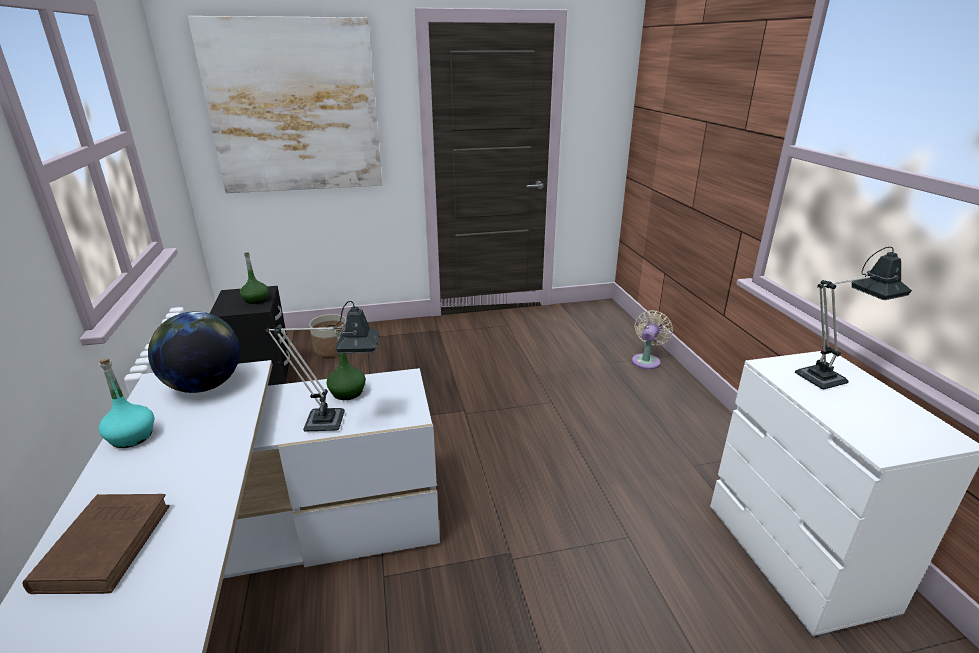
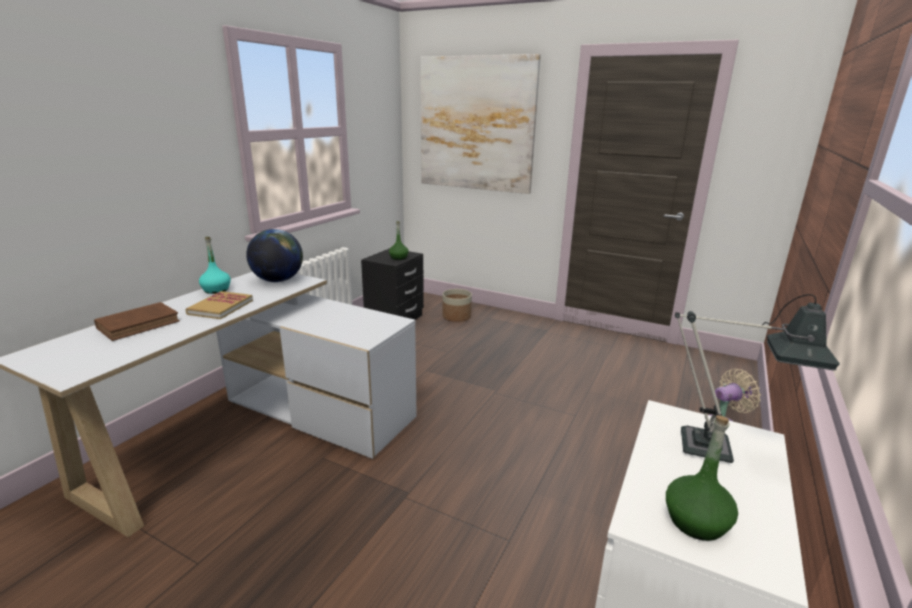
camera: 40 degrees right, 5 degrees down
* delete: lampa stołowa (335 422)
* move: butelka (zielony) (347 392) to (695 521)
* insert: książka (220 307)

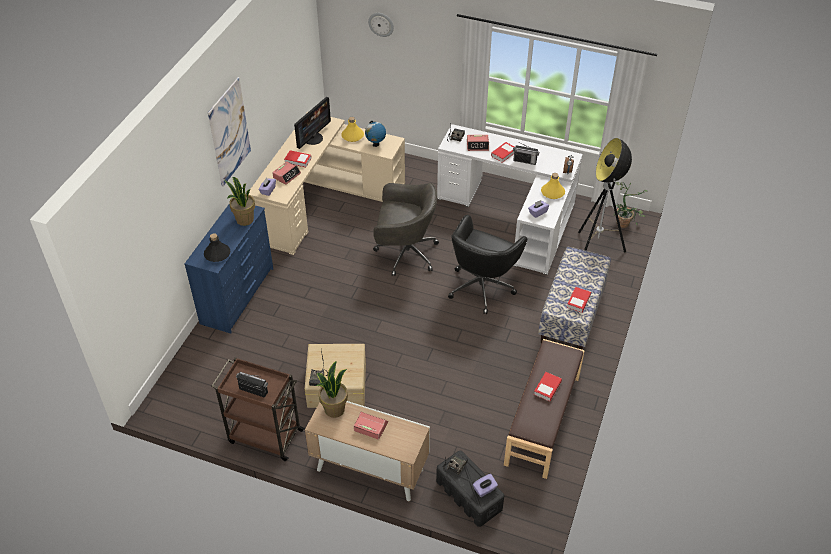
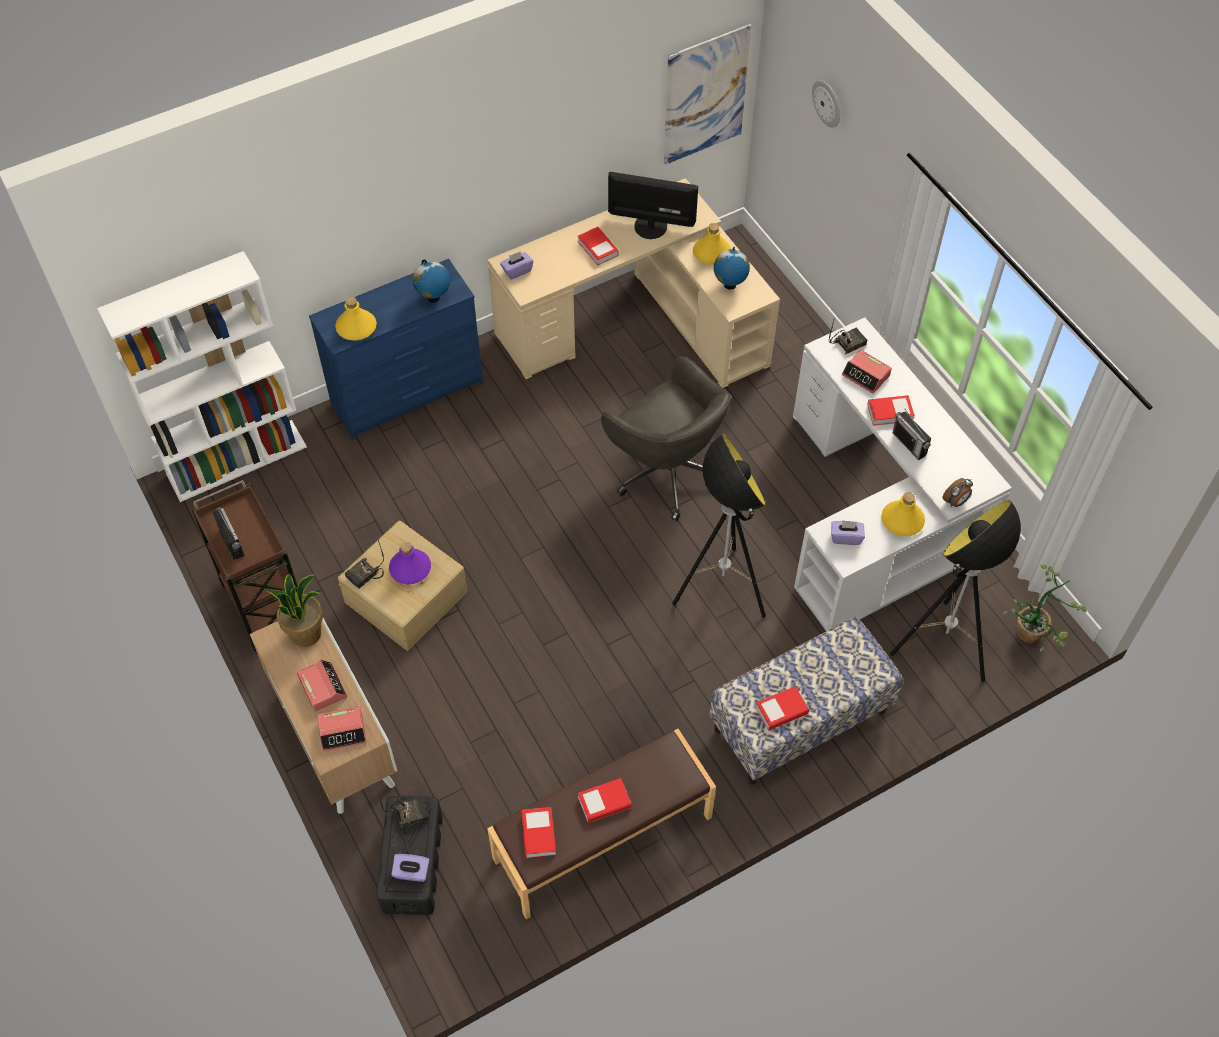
camera: 40 degrees right, 10 degrees up
* recolor: butelka (czarny) (217 254) to butelka (żółty) (356 327)
* move: obraz (229 132) to (705 95)
* replace: roślina doniczkowa (244 220) to globus (433 298)
* move: budzik (287 175) to (343 731)
* rotate: monitor (313 138) = (650 225) 150 degrees counterclockwise
* replace: krzesło biurowe (czarny) (482 286) to lampa stojąca (720 590)
* insert: regał (biały) (237 460)
* insert: butelka (fioletowy) (410 568)
* insert: książka (538 834)

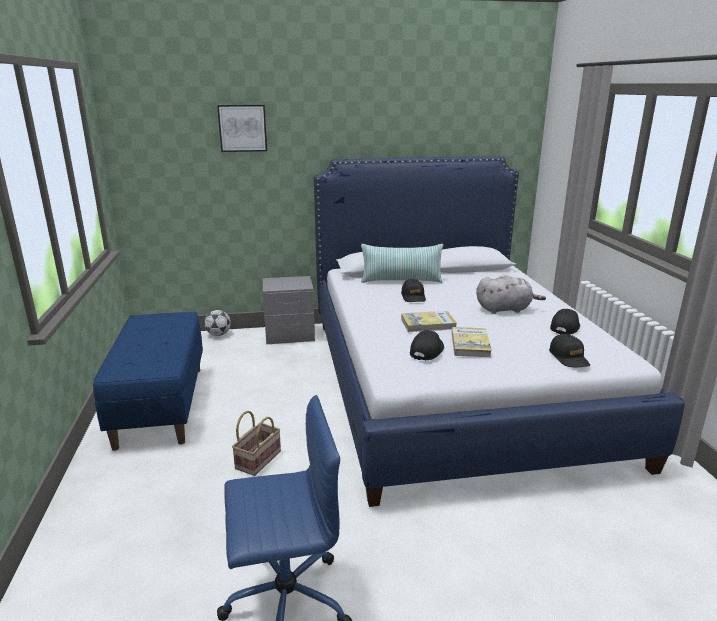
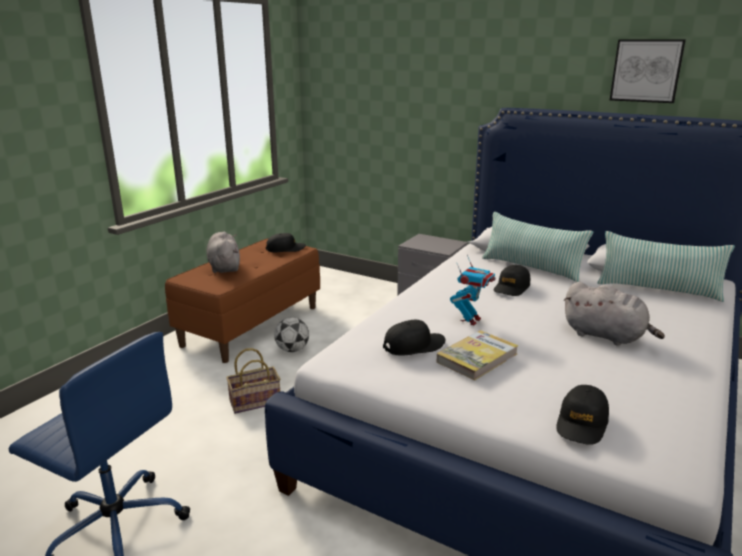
camera: 40 degrees right, 0 degrees up
* recolor: ławka (niebieski) (160 404) to ławka (brązowy) (251 325)
* move: piłka futbolowa (218 334) to (292 350)
* move: obraz (242 128) to (646 70)
* replace: książka (428 324) to robot zabawkowy (470 320)
* move: czapka z daszkiem (czarny) (565 327) to (285 249)
* insert: pluszak (szary) (224 267)
* insert: poduszka (658 289)

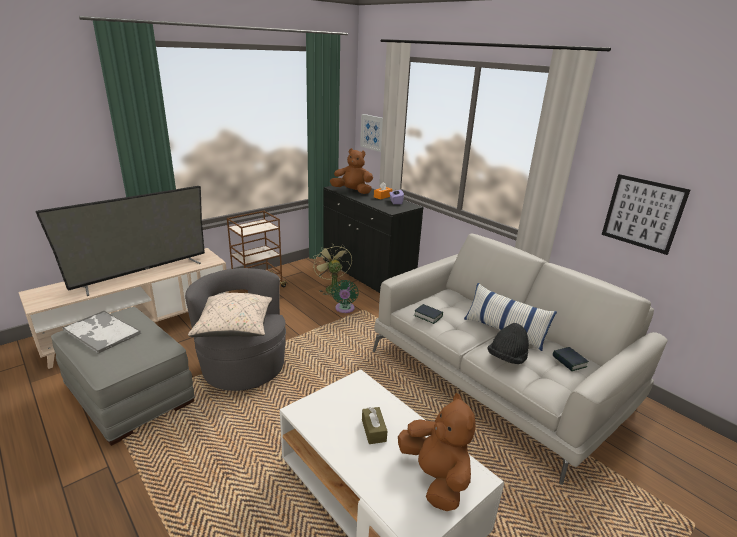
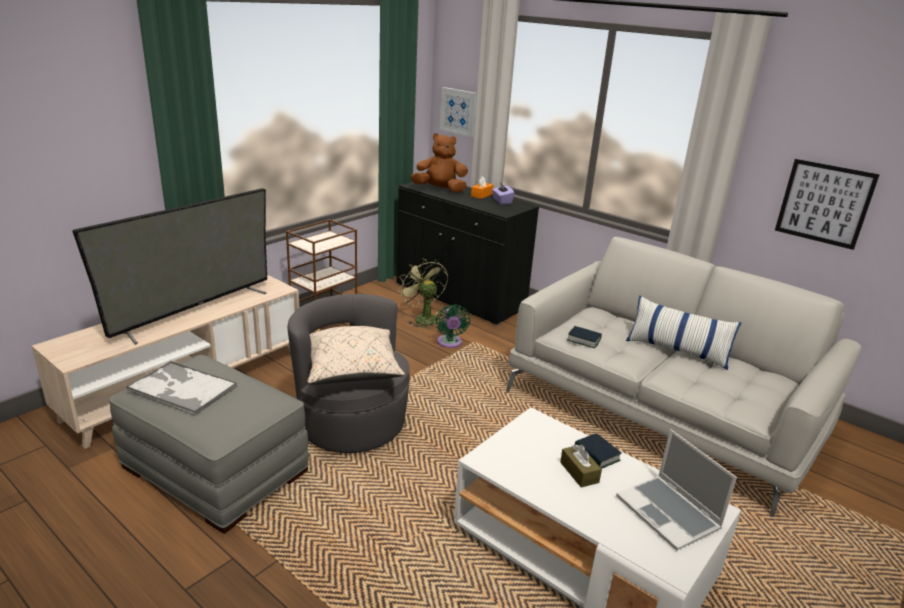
camera: 10 degrees left, 0 degrees up
* replace: pluszak (brązowy) (435 477) to laptop (669 514)
* delete: kapelusz (czarny) (507 358)
* move: książka (569 361) to (596 455)

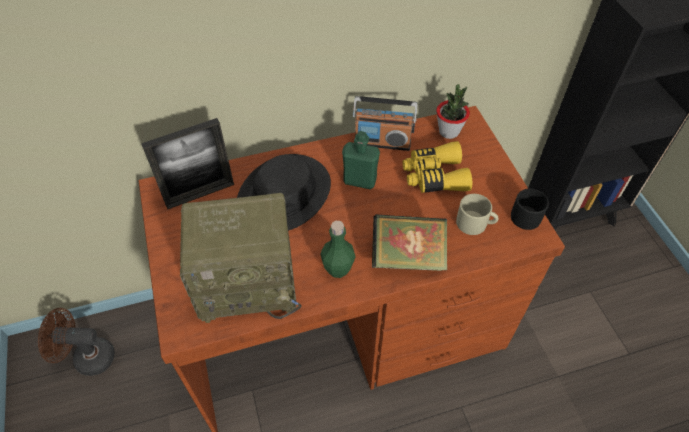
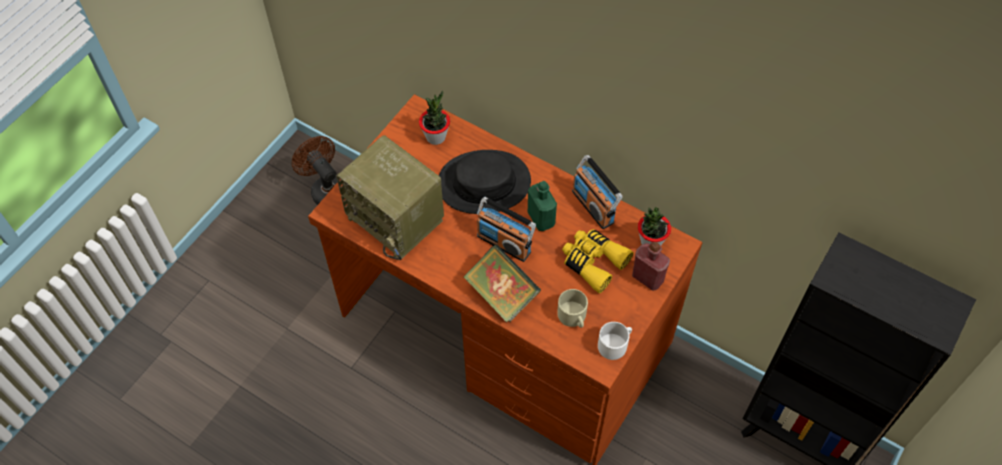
camera: 50 degrees right, 5 degrees up
* replace: ramka na zdjęcie (200 194) to roślina doniczkowa (436 137)
* delete: butelka (zielony) (338 269)
* recolor: kubek (czarny) (525 214) to kubek (biały) (615 344)
* insert: radio (504 243)
* insert: butelka (czerwony) (647 278)

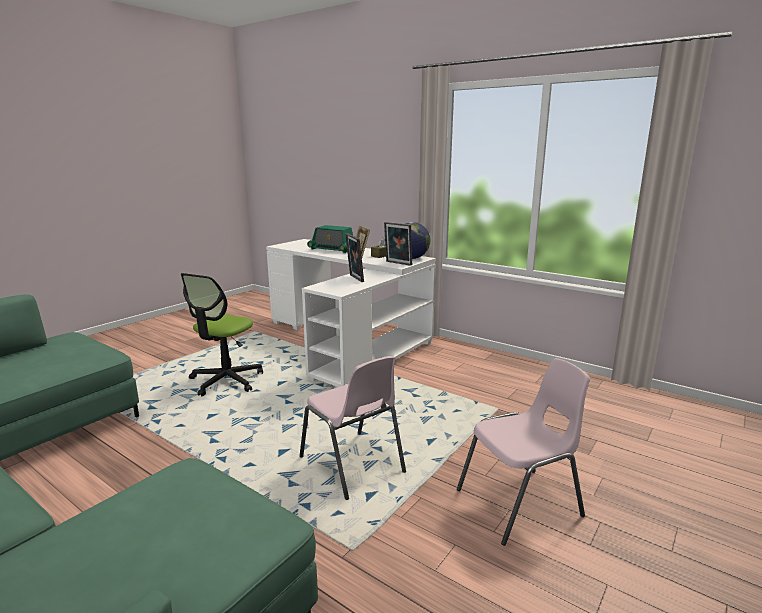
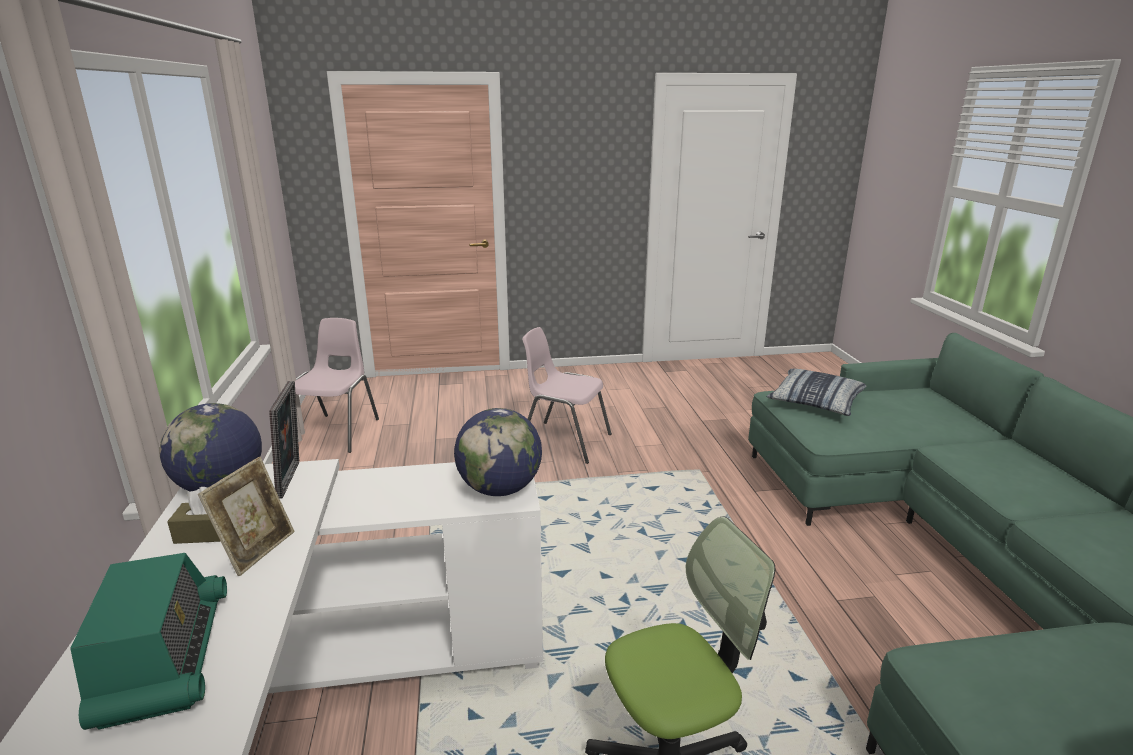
camera: 135 degrees left, 5 degrees up
* move: krzesło (różowy) (353 465) to (337 432)
* delete: ramka na zdjęcie (354 278)
* insert: globus (500 489)
* insert: poduszka (815 402)

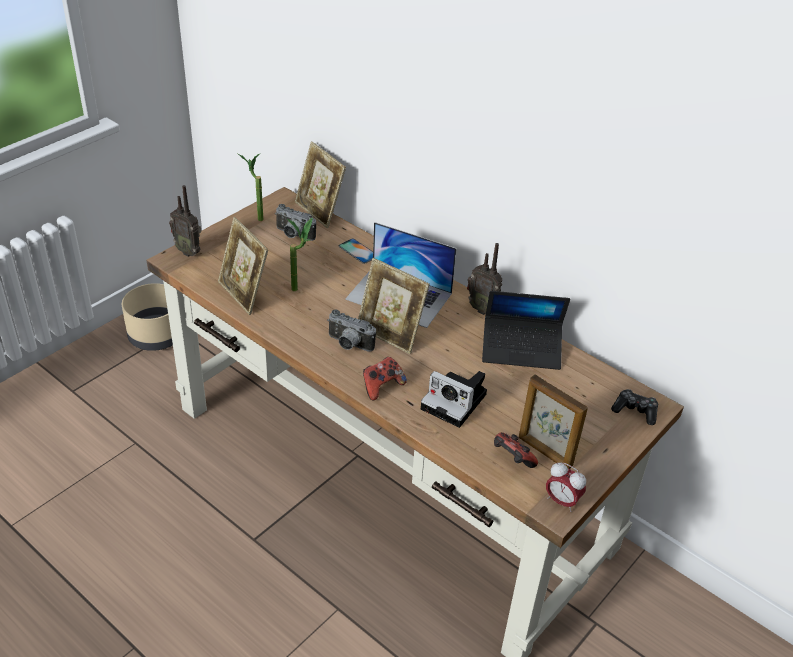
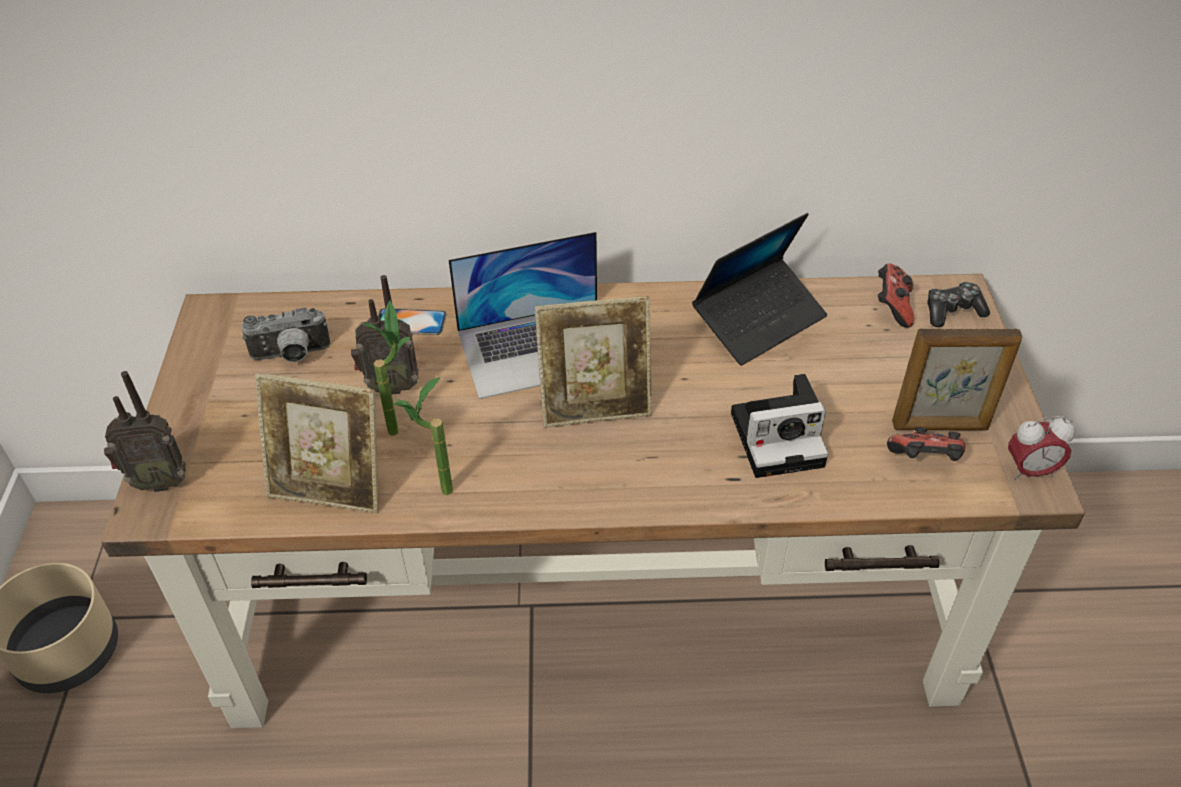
camera: 40 degrees left, 5 degrees up
* move: roślina doniczkowa (255 218) to (435 494)
* delete: ramka na zdjęcie (319 212)
* delete: aparat fotograficzny (348 345)
* move: pad do gier (382 386) to (892 308)
* move: radio (482 309) to (391 385)

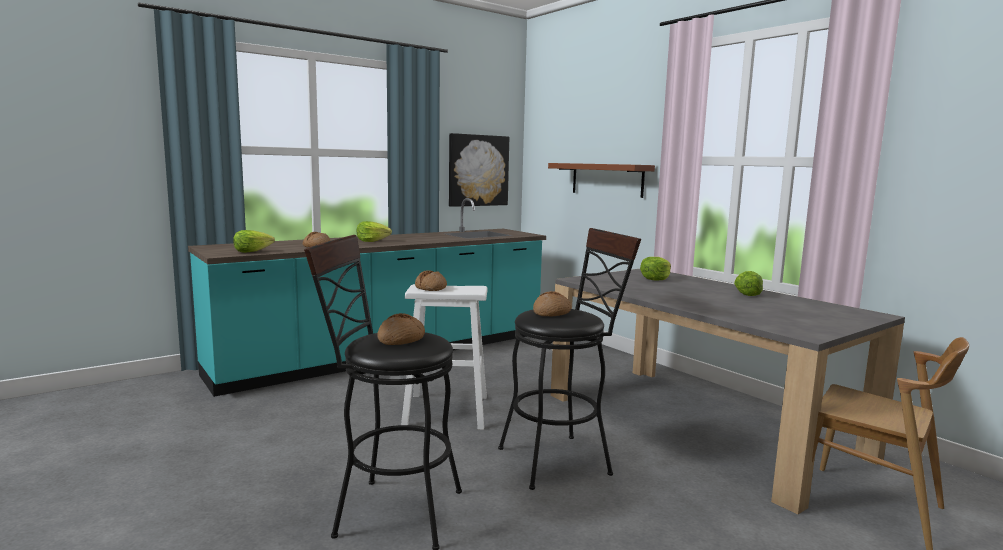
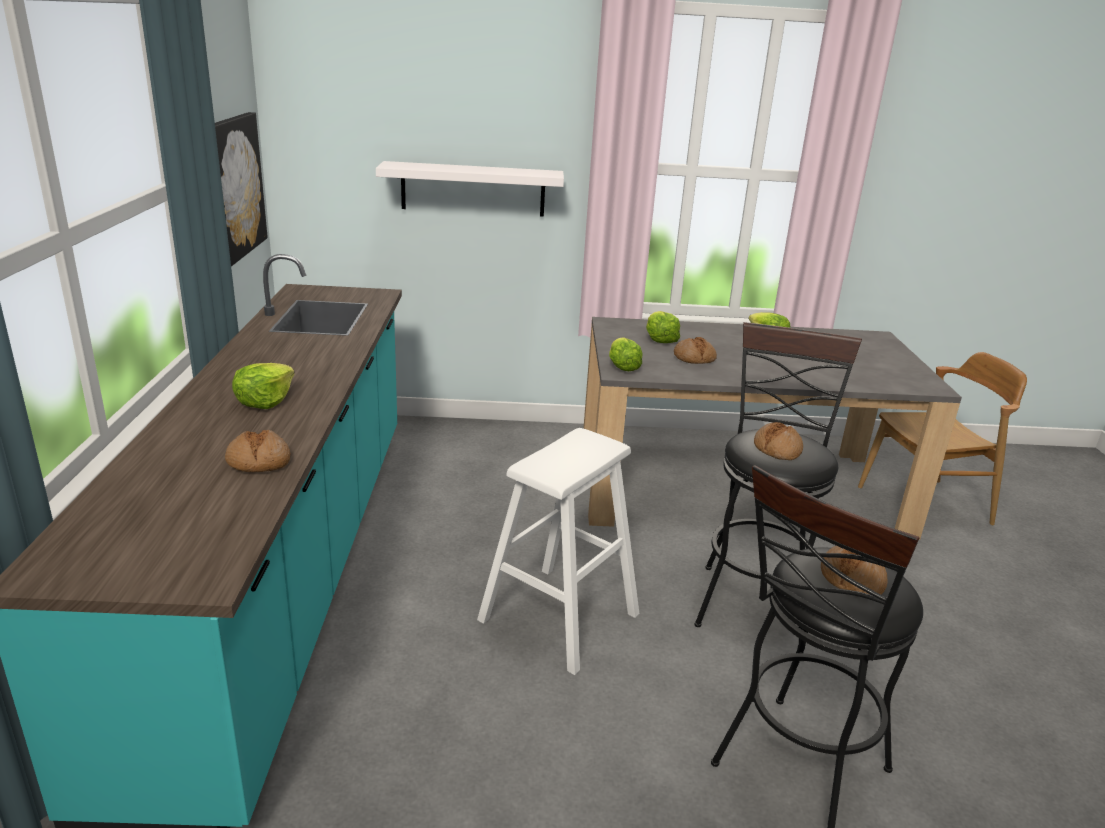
camera: 55 degrees left, 15 degrees up
* move: sałata (252 251) to (622 366)
* move: chleb (431 288) to (694 358)
* recolor: półka (brązowy) (607 179) to półka (biały) (473 189)

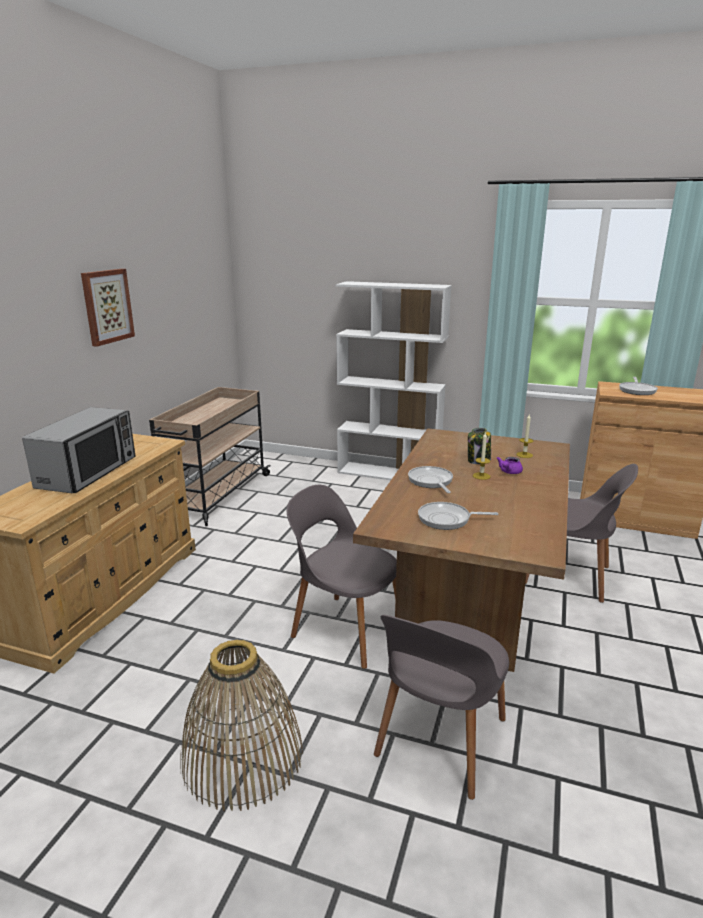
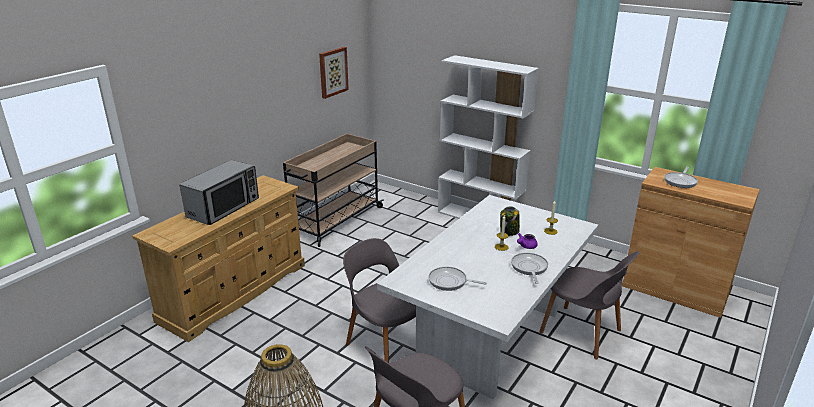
camera: 15 degrees right, 5 degrees up
* move: obraz (107 306) to (333 72)
* recolor: stół jadalny (brązowy) (470 599) to stół jadalny (biały) (490 338)
* move: patelnia (431 481) to (529 268)

